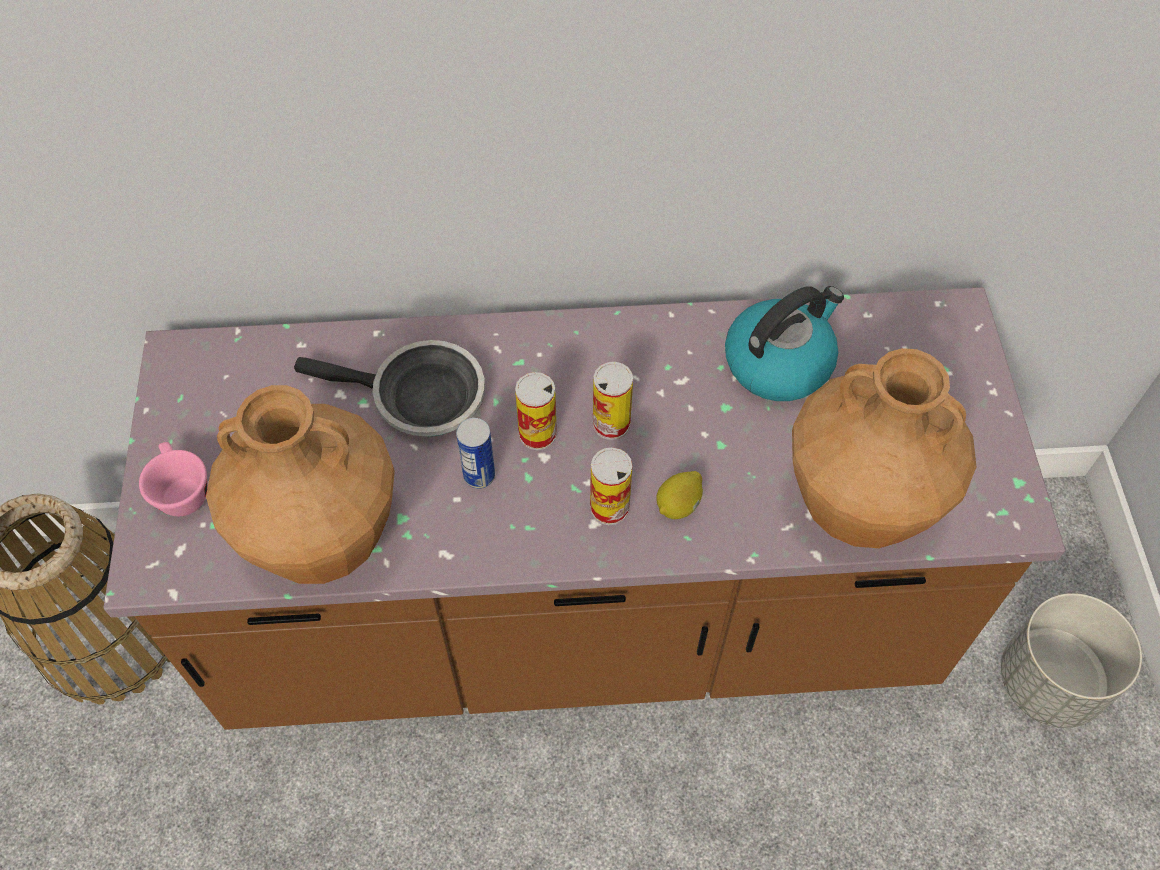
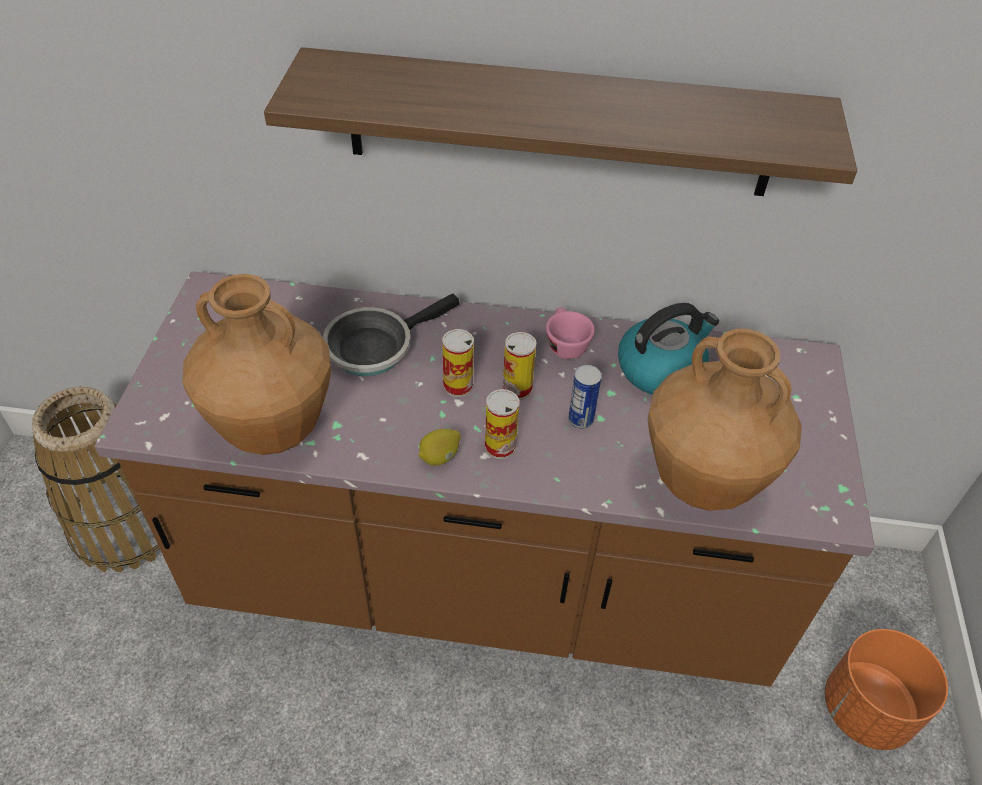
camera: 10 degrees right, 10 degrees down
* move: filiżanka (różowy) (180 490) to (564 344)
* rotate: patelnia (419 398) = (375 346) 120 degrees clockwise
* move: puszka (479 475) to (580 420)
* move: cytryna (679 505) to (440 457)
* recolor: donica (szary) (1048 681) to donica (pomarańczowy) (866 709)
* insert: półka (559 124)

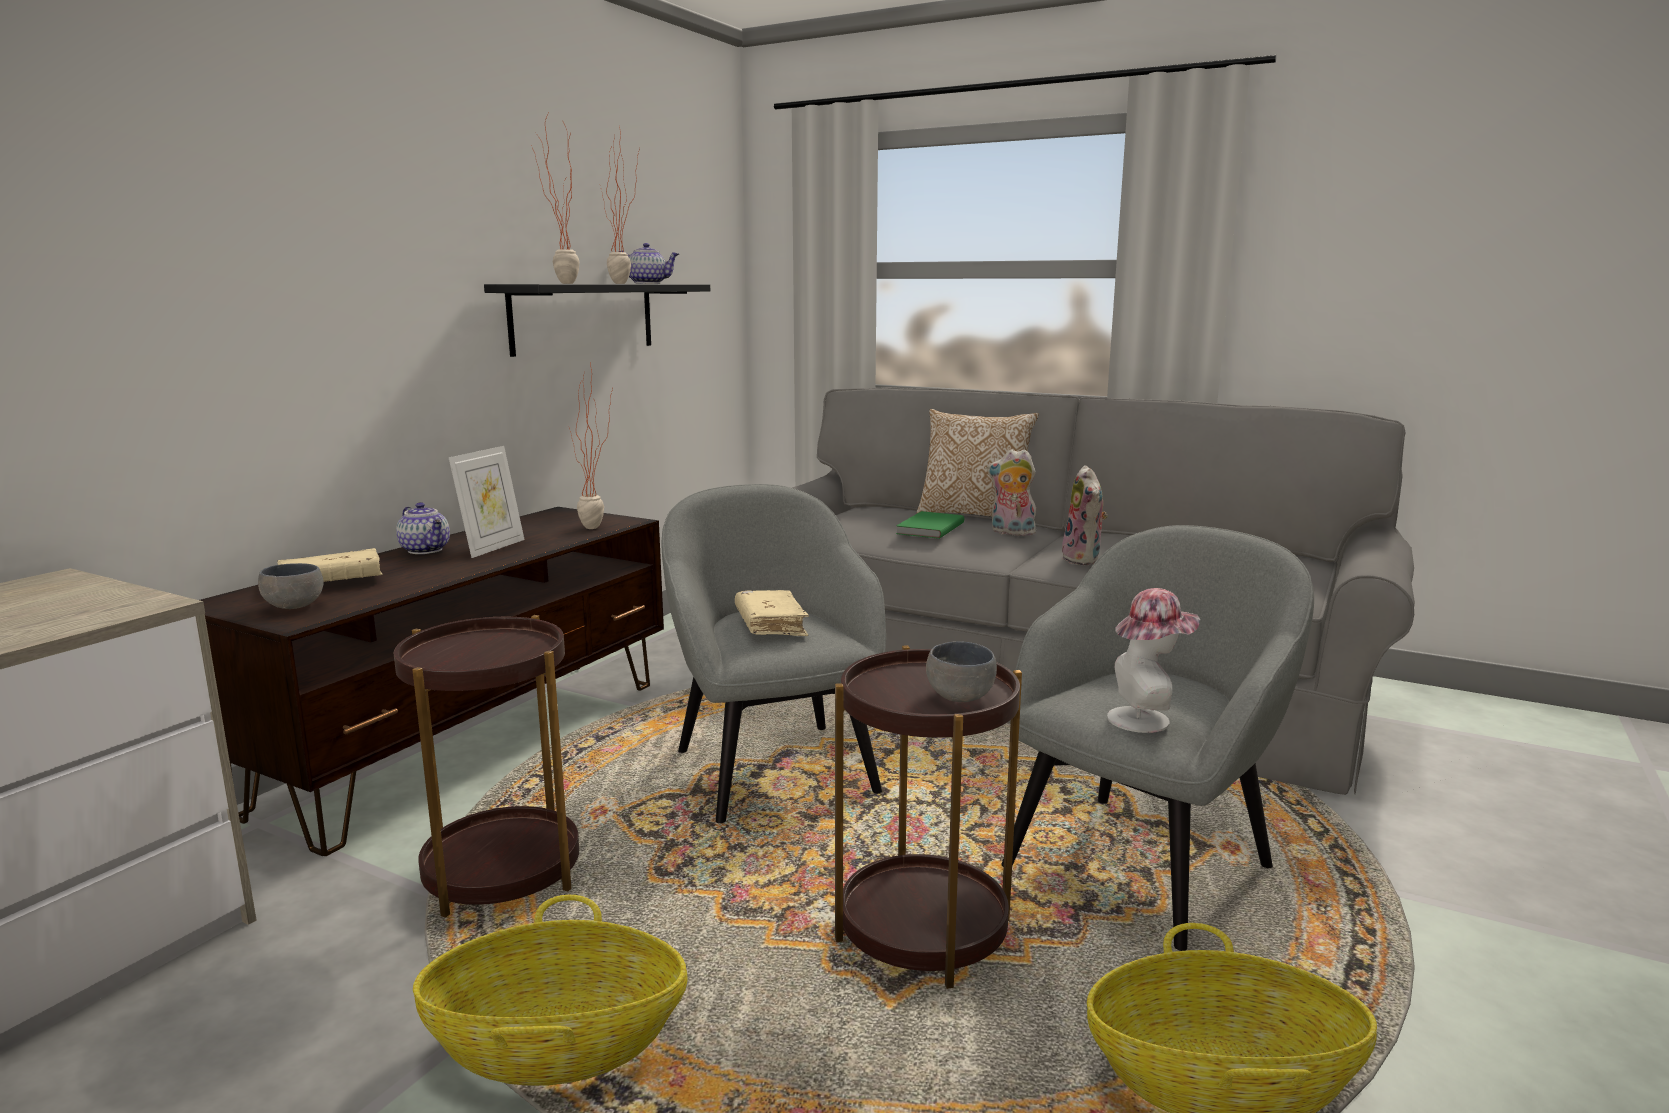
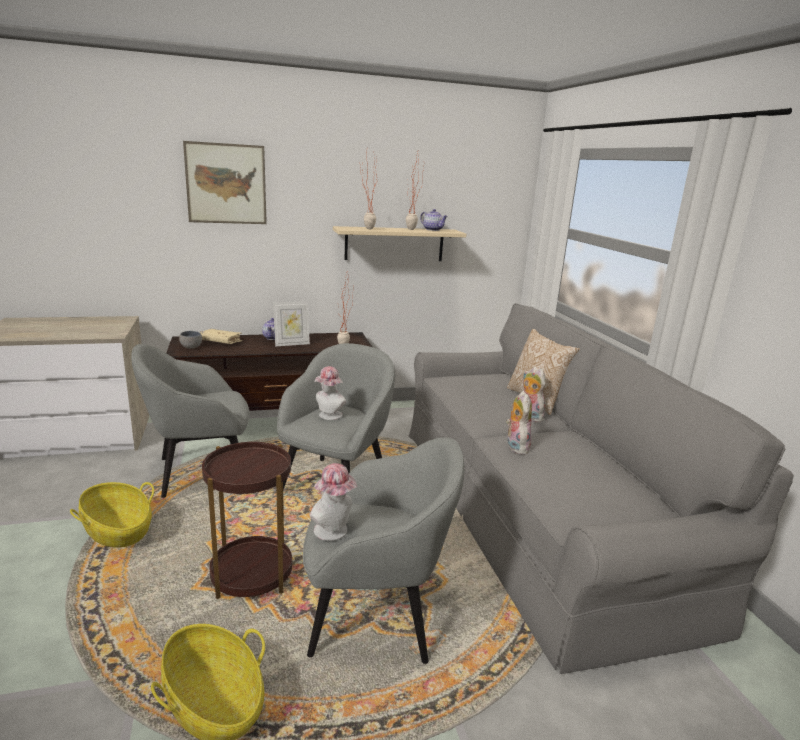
camera: 45 degrees right, 5 degrees up
* replace: stolik (brązowy) (502 874) to fotel (szary) (200 472)
* recolor: półka (czarny) (583 317) to półka (beżowy) (394 244)
* replace: książka (beżowy) (770 625) to kapelusz (328 416)
* delete: książka (zielony) (928 528)
* delete: miska (szary) (962 698)
* rotate: pluszak (1084 560) = (515 447) 135 degrees clockwise
* insert: obraz (226 184)

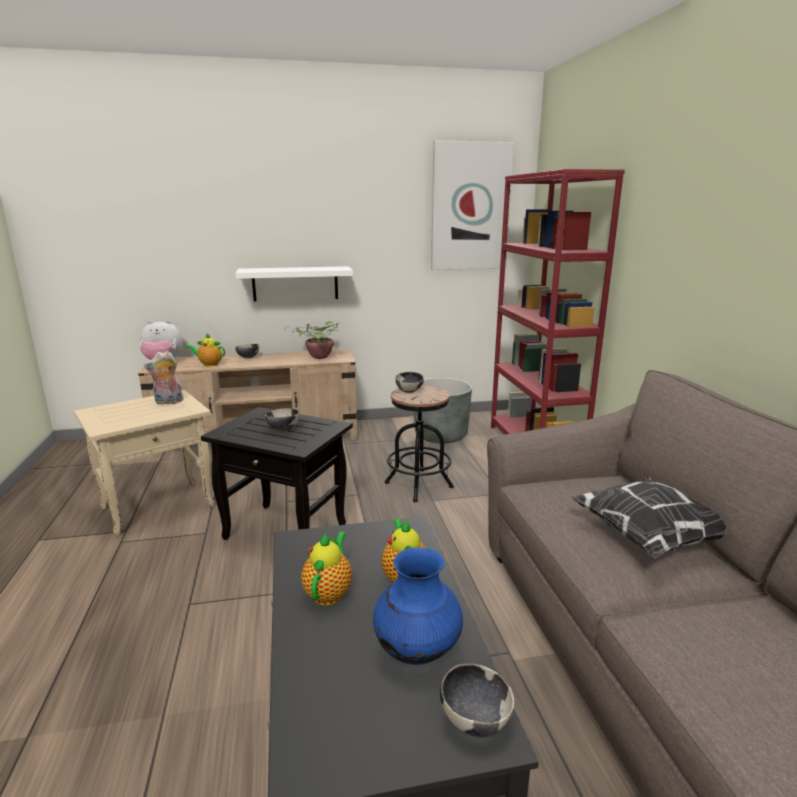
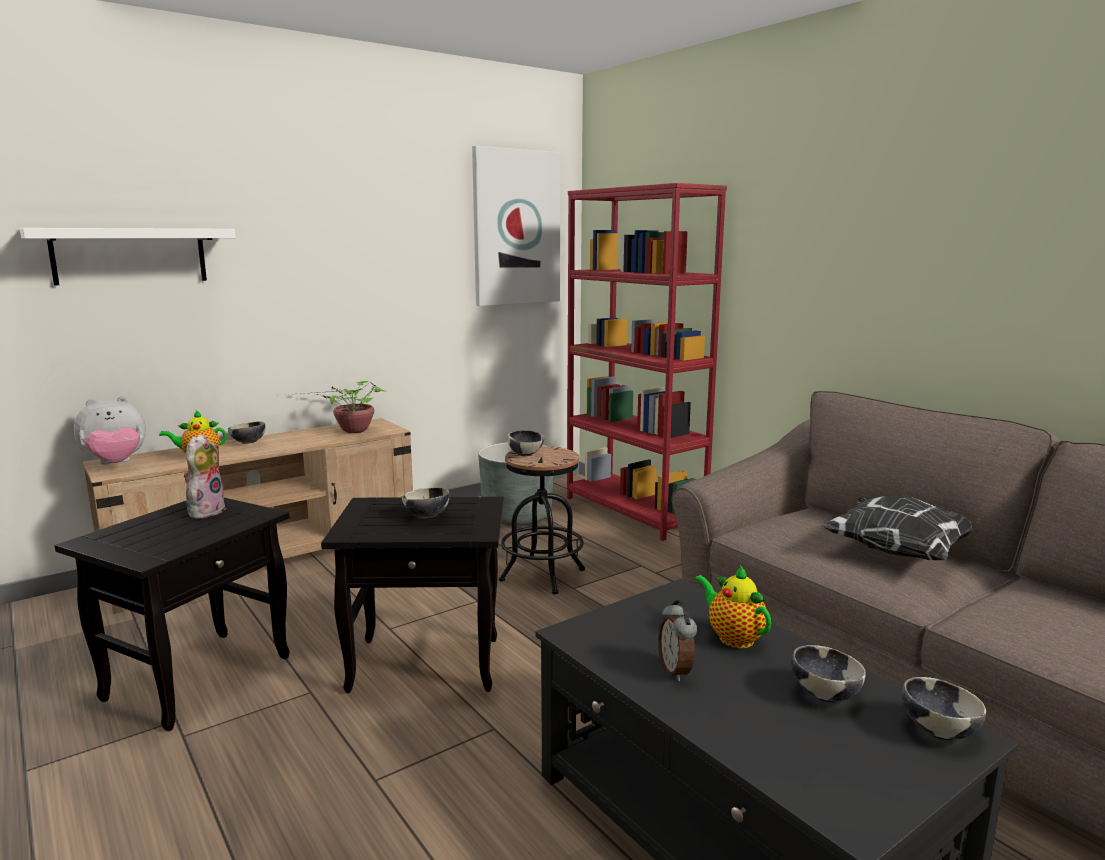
camera: 25 degrees left, 5 degrees down
* recolor: stolik (beżowy) (159 506) to stolik (czarny) (199 676)
* rotate: pluszak (168 402) = (206 511) 150 degrees clockwise
* move: półka (biały) (295 283) to (130 255)
* replace: imbryk (329 592) to budzik (676 671)
* replace: wazon (niebieski) (417 650) to miska (824 694)

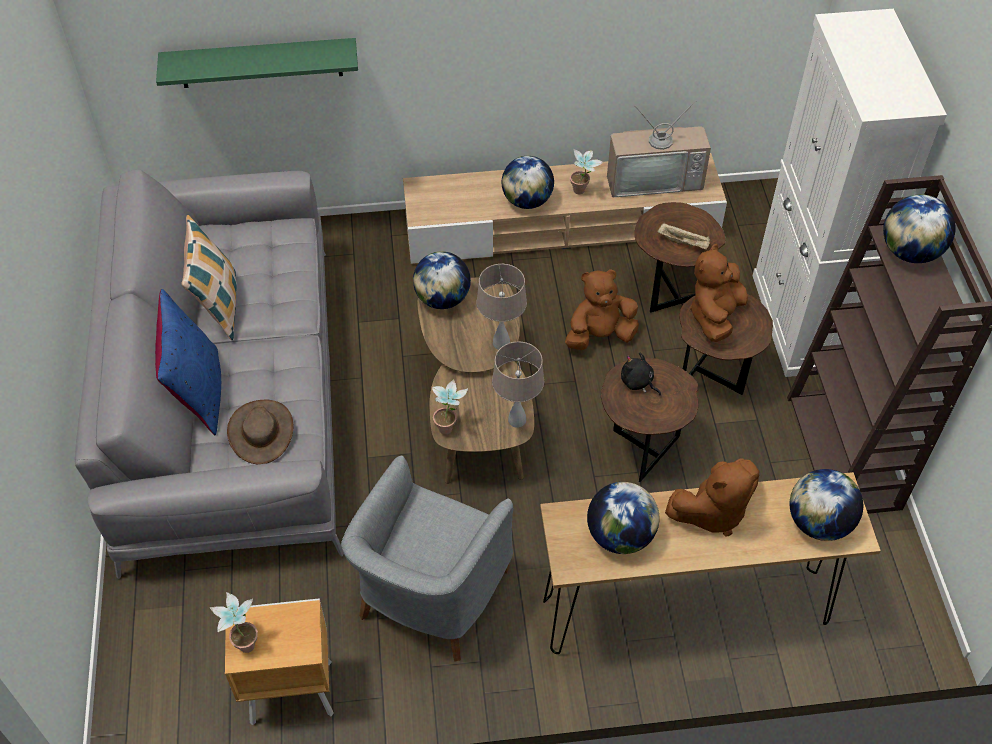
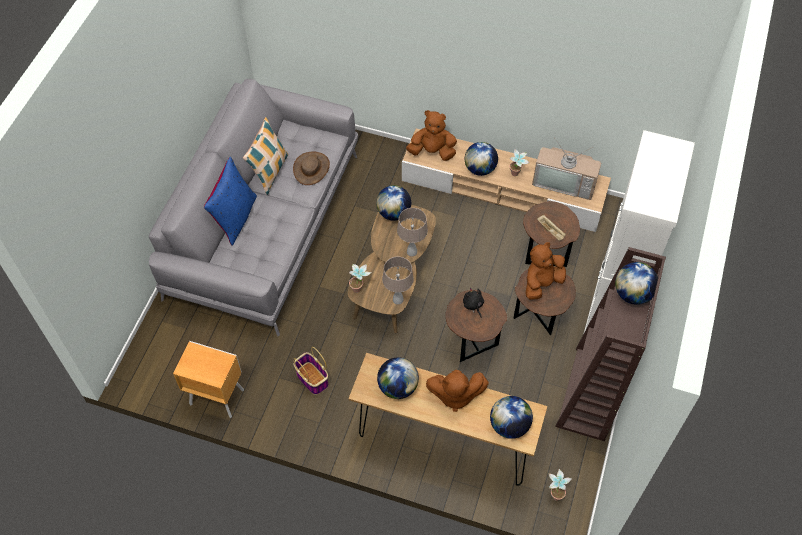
camera: 25 degrees right, 5 degrees up
* delete: półka (zielony) (260 63)
* move: roślina doniczkowa (244 641) to (555 493)
* move: kapelusz (brązowy) (261 432) to (311 168)
* replace: fotel (szary) (430 598) to koszyk (311 378)
* move: pluszak (brązowy) (599 335) to (432 151)

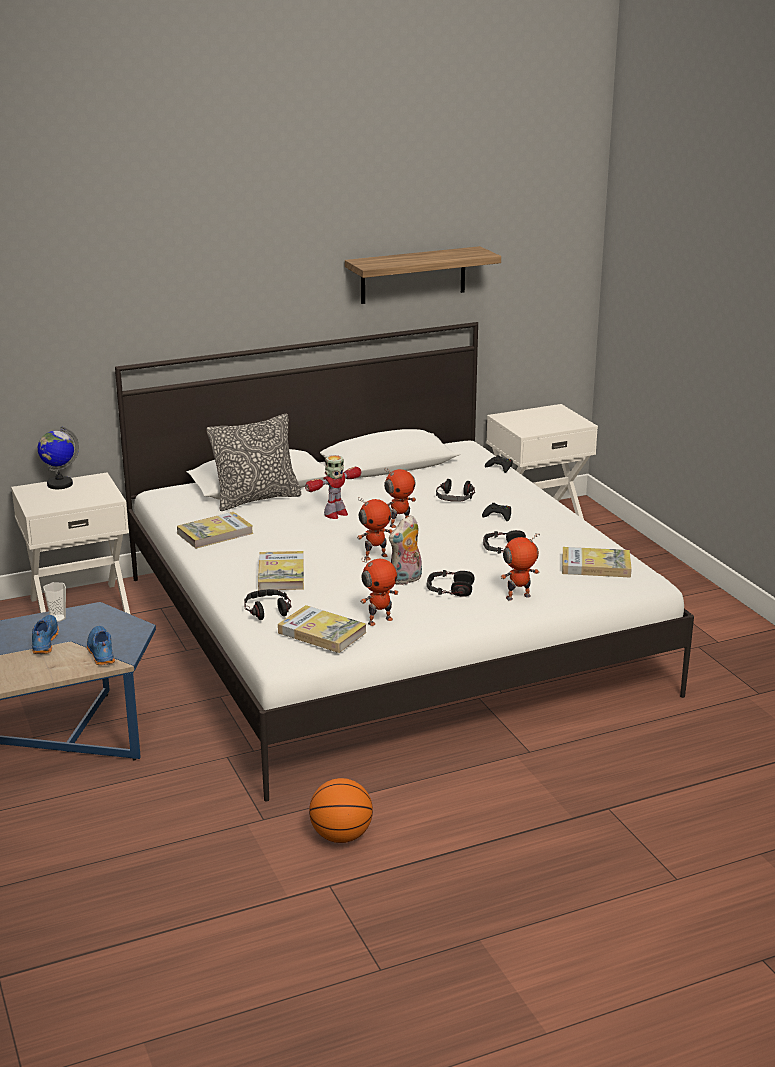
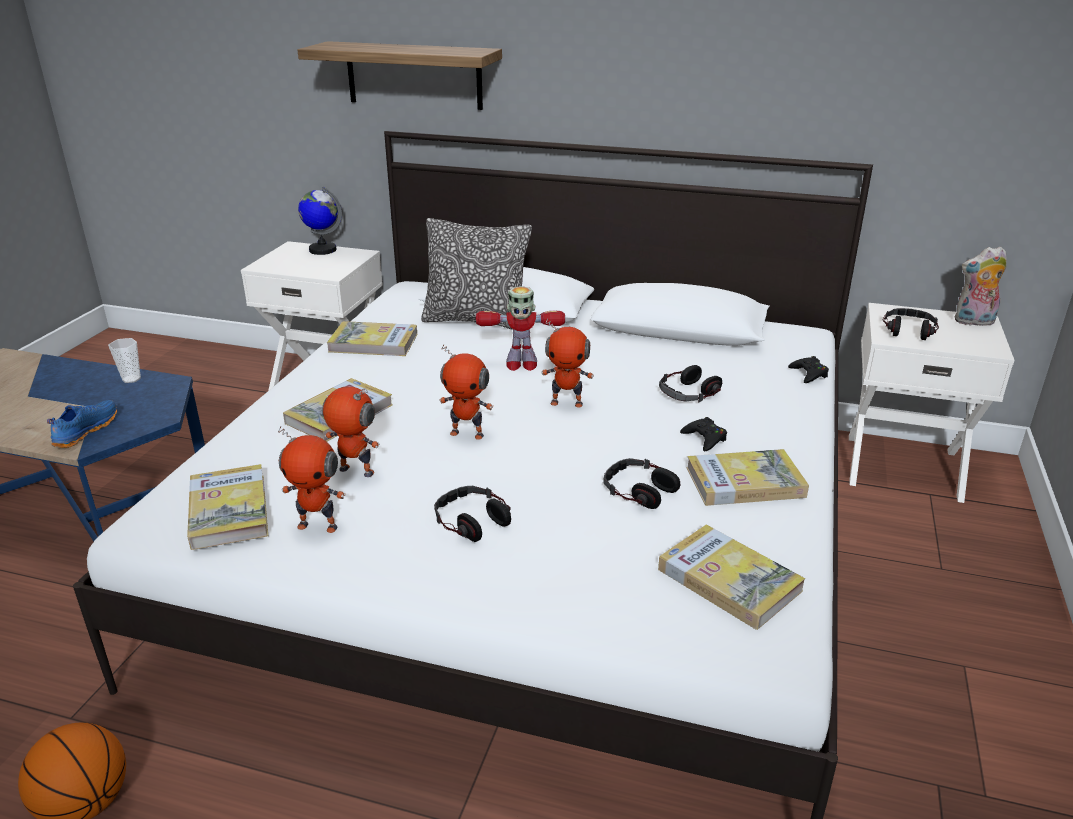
camera: 40 degrees right, 5 degrees up
* delete: but (niebieski) (44 641)
* move: słuchawki (267 610) to (908 330)
* move: półka (413 275) to (414 75)
* move: pluszak (406 580) to (973 322)
* move: robot zabawkowy (518 597) to (355 472)
* insert: książka (745 482)

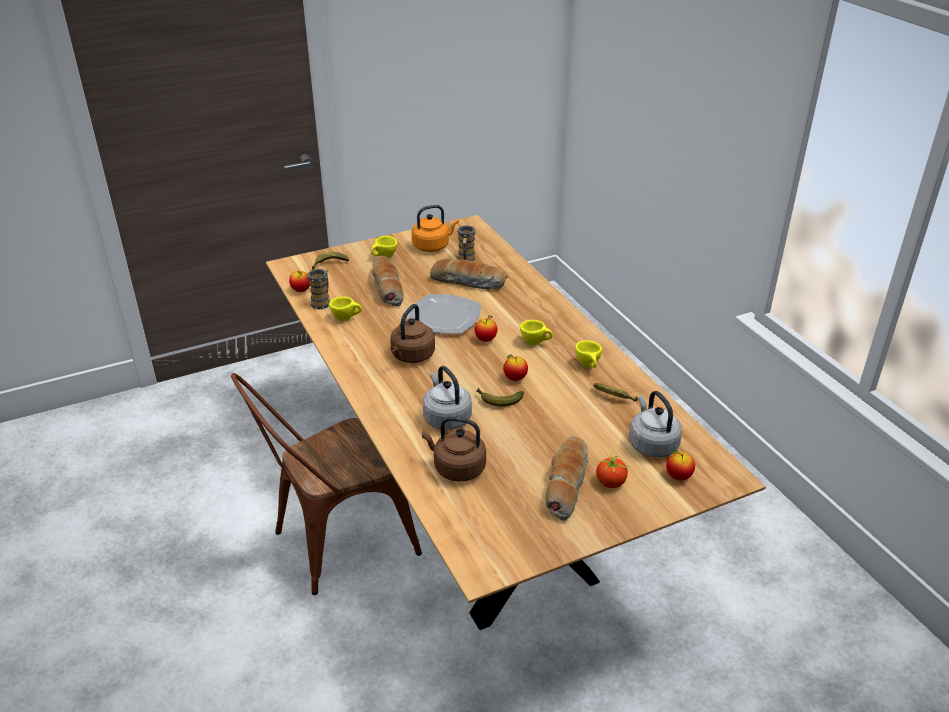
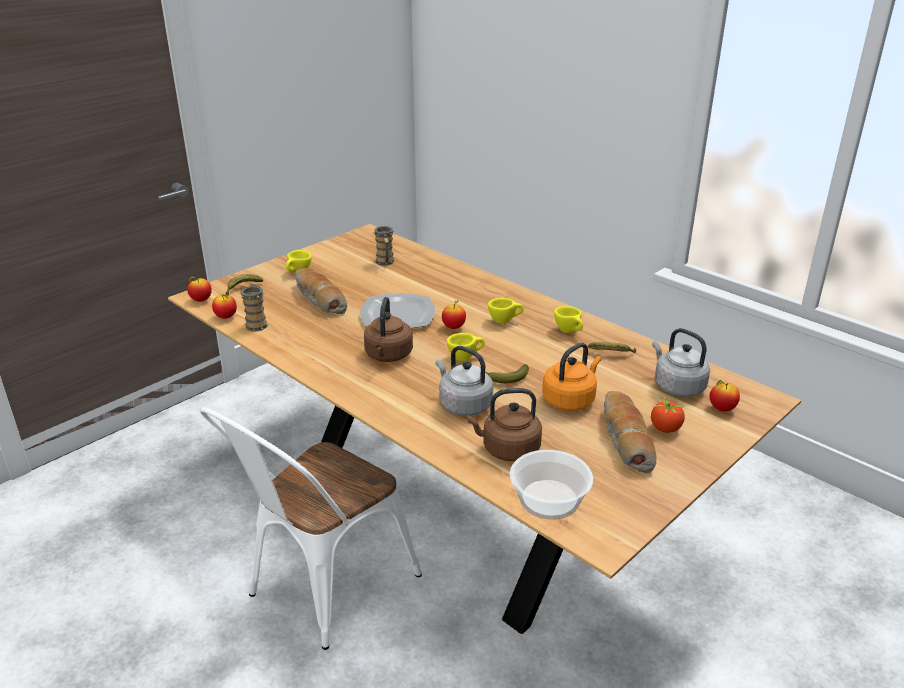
camera: 20 degrees left, 5 degrees down
* recolor: krzesło (brązowy) (334 544) to krzesło (biały) (322 590)
* move: filiżanka (żółty) (346 318) to (465 358)
* move: czajnik (pomarańczowy) (433 246) to (570 400)
* delete: chleb (469 282)
* move: jabłko (515 378) to (201 300)
* insert: miska (550 499)

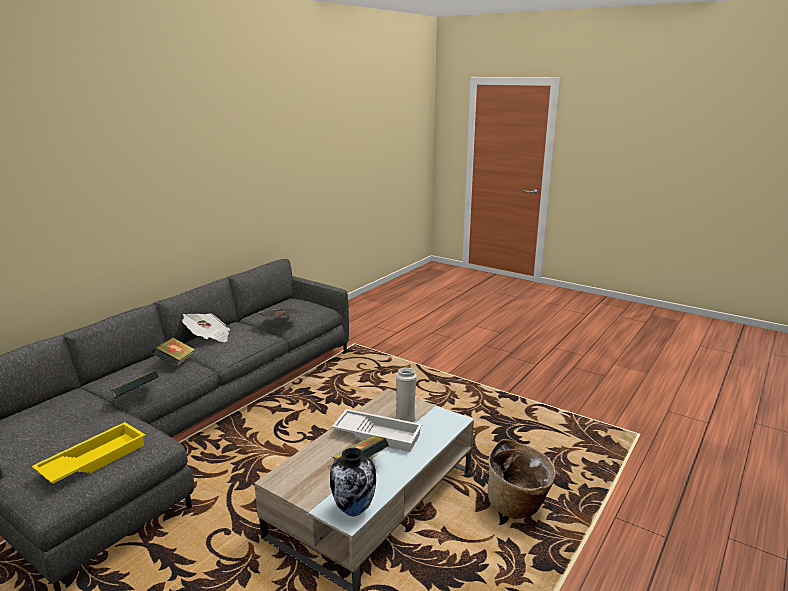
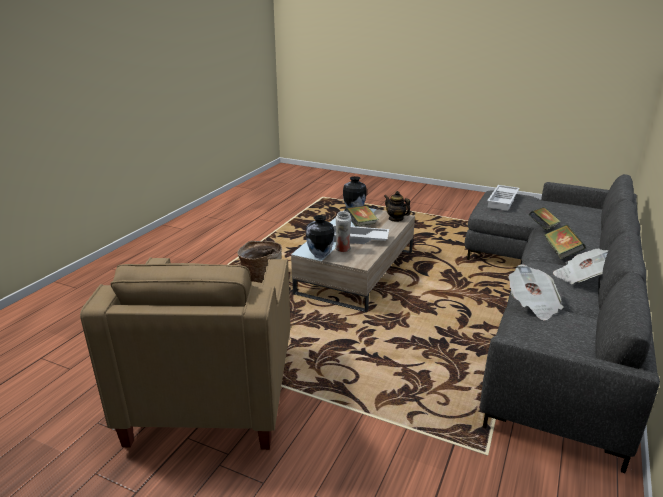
camera: 170 degrees right, 5 degrees up
* recolor: taca (żółty) (93 459) to taca (biały) (503 201)
* insert: fotel (beżowy) (212 392)
* insert: wazon (319 255)
* insert: imbryk (396 219)

